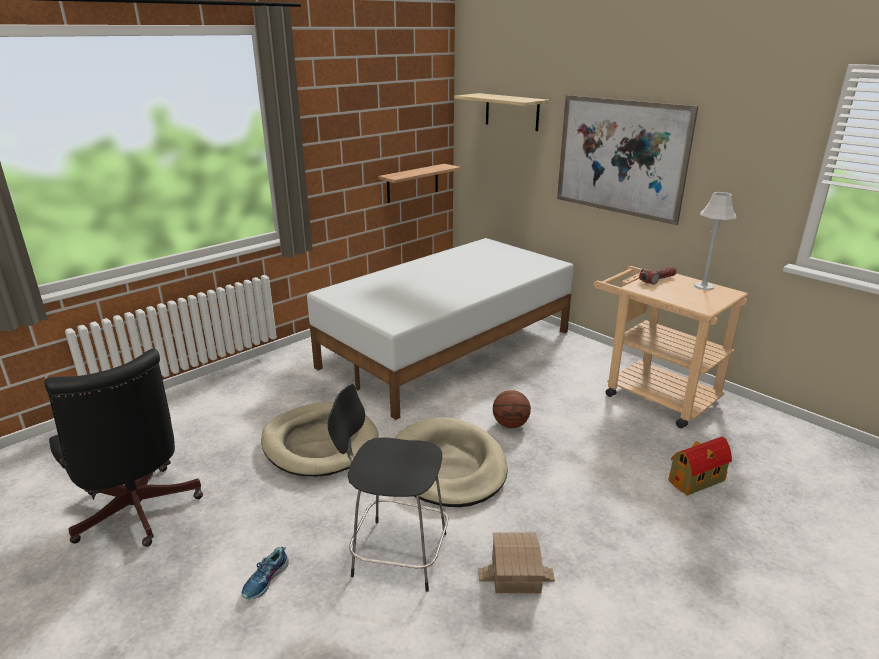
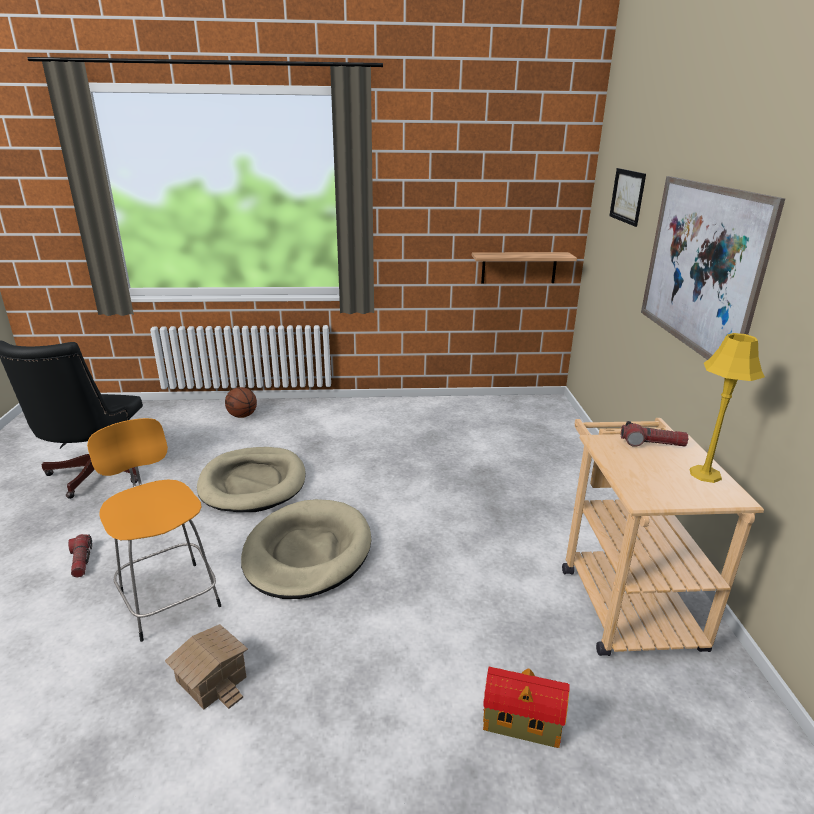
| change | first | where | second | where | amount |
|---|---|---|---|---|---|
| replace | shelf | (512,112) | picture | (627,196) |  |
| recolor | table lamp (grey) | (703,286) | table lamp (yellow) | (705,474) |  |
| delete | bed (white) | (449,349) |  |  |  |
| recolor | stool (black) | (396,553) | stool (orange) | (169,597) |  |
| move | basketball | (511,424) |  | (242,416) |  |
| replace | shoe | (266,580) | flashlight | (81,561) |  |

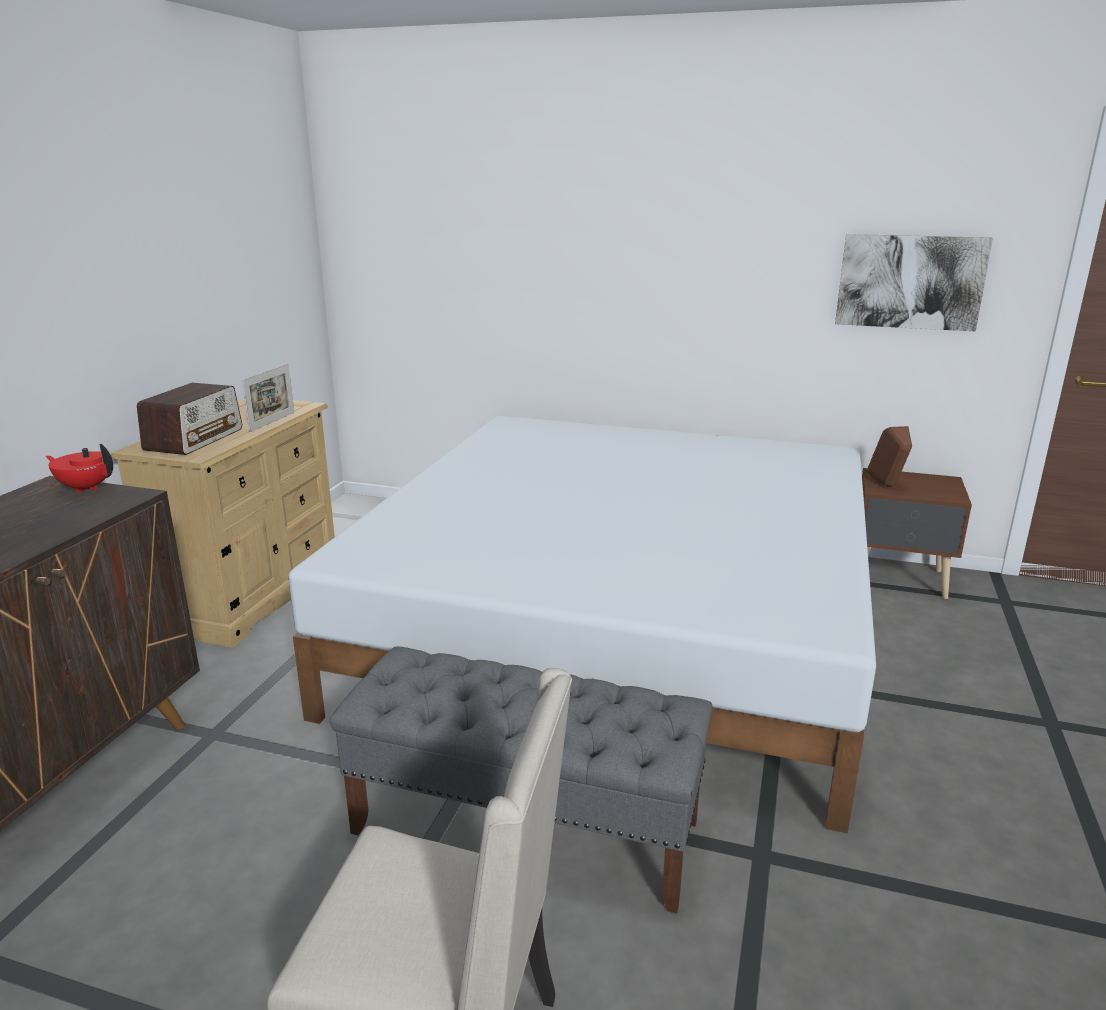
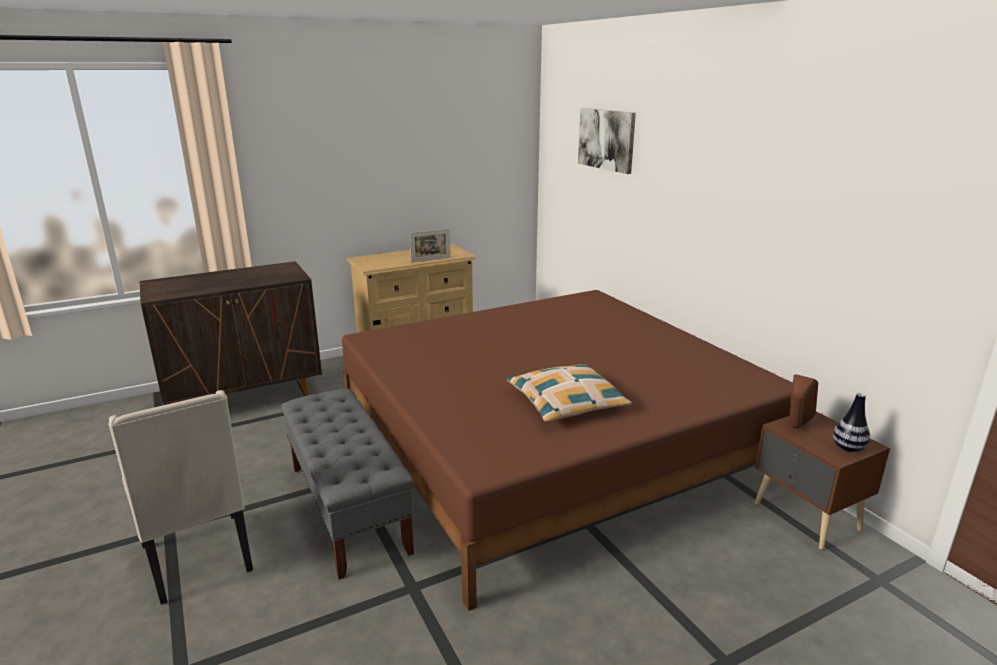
| change | first | where | second | where | amount |
|---|---|---|---|---|---|
| move | picture | (910,282) |  | (606,139) |  |
| delete | radio | (195,439) |  |  |  |
| recolor | bed (white) | (620,625) | bed (brown) | (550,448) |  |
| delete | teapot (red) | (86,488) |  |  |  |
| insert |  |  | pillow | (566,402) |  |
| insert |  |  | vase | (848,448) |  |

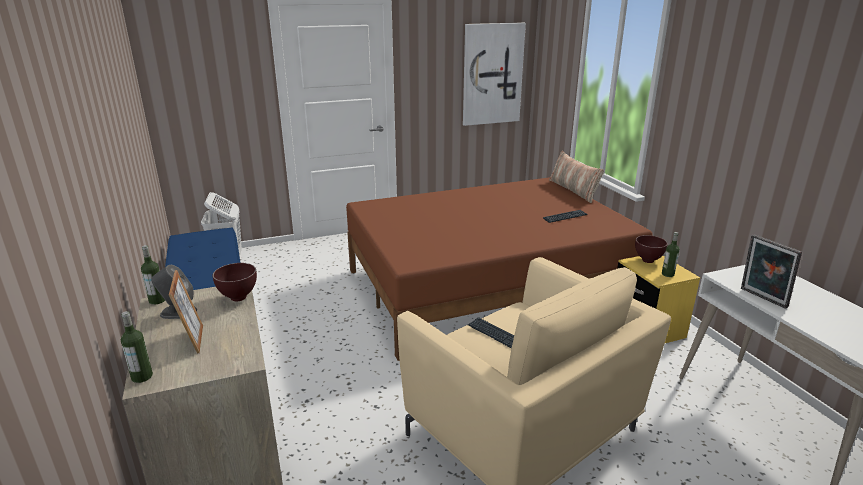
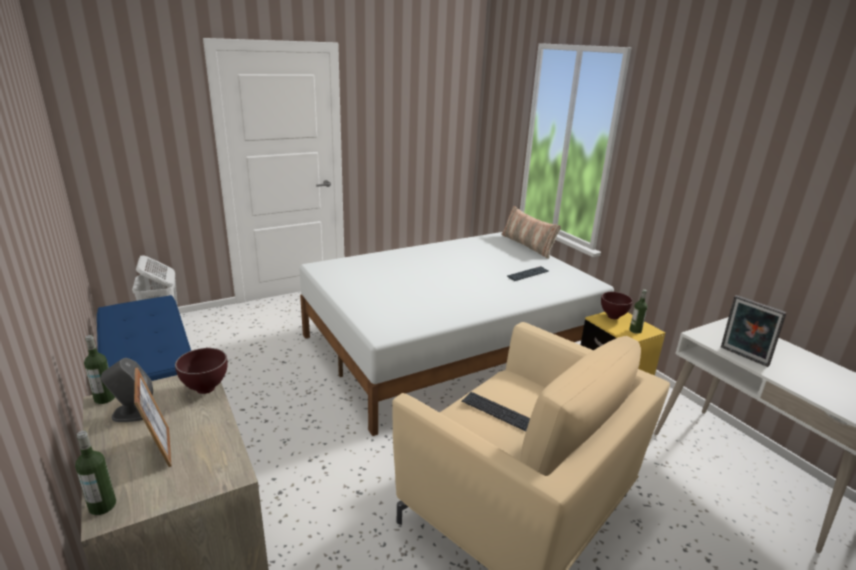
| change | first | where | second | where | amount |
|---|---|---|---|---|---|
| delete | picture | (492,74) |  |  |  |
| recolor | bed (brown) | (487,287) | bed (white) | (450,347) |  |

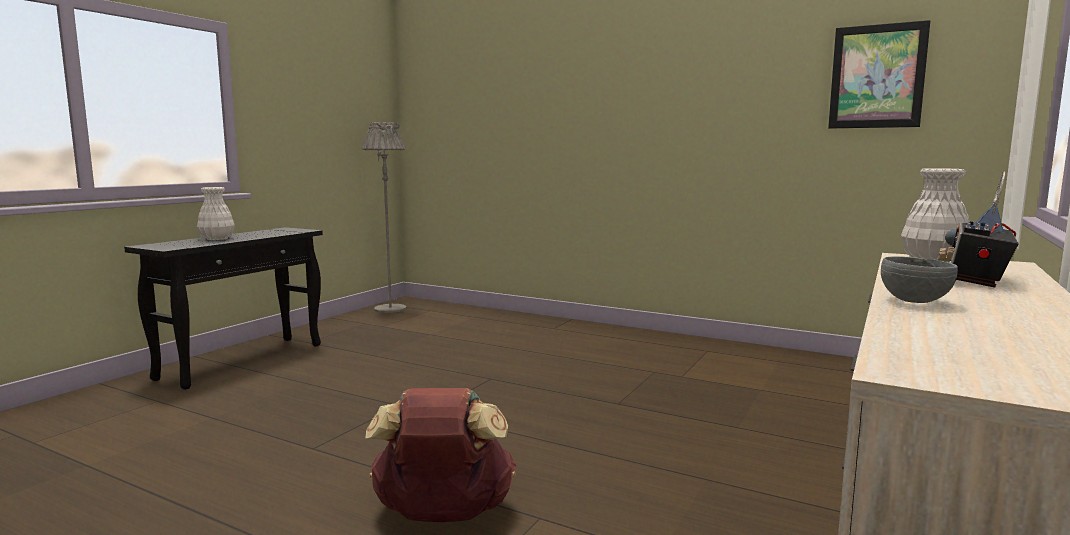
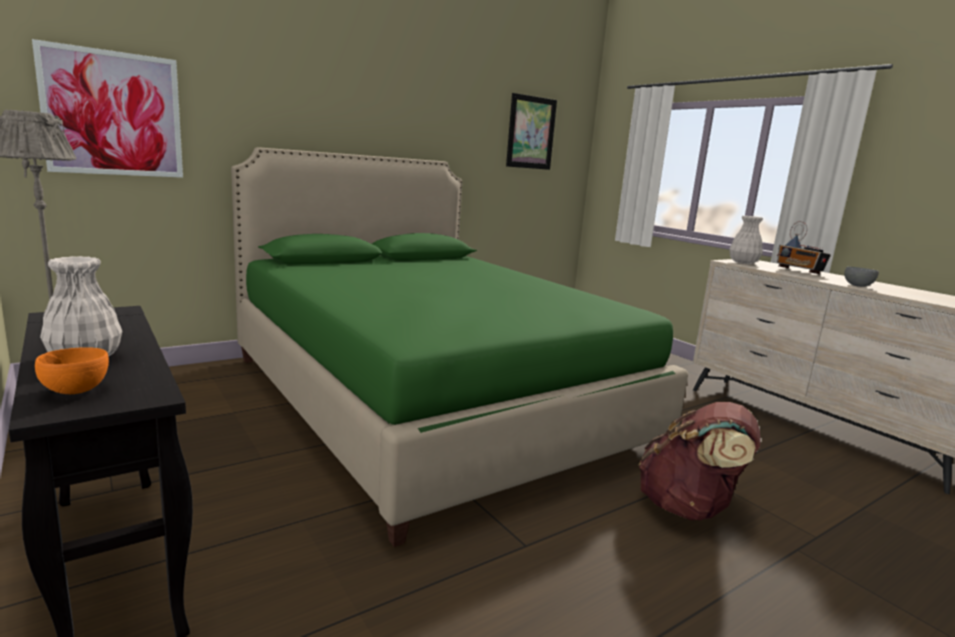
| change | first | where | second | where | amount |
|---|---|---|---|---|---|
| insert |  |  | picture | (113,114) |  |
| insert |  |  | bed (green) | (428,400) |  |
| insert |  |  | bowl (orange) | (75,391) |  |

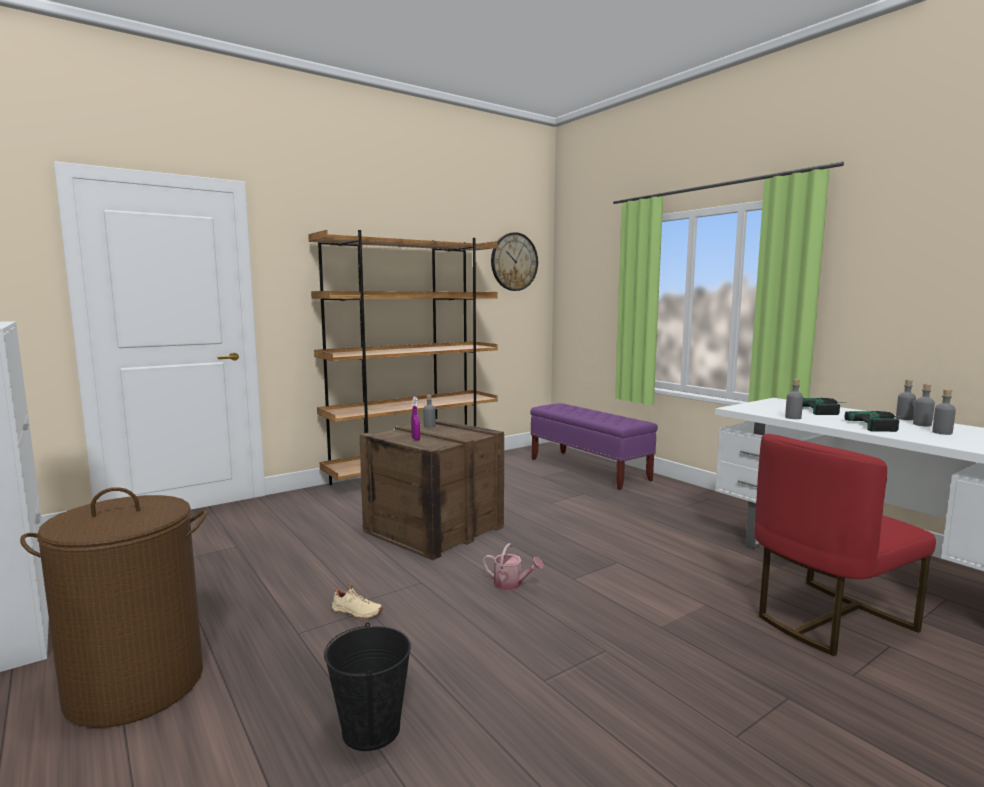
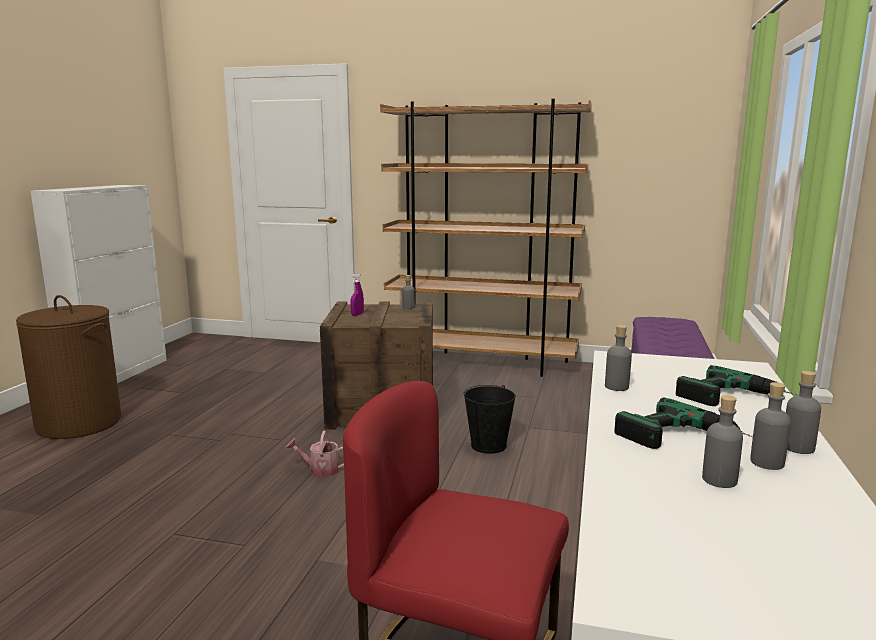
| change | first | where | second | where | amount |
|---|---|---|---|---|---|
| delete | wall clock | (514,262) |  |  |  |
| rotate | watering can | (511,584) |  | (320,470) | 105 degrees clockwise |
| delete | shoe (beige) | (356,613) |  |  |  |
| move | bucket (black) | (371,729) |  | (489,445) |  |

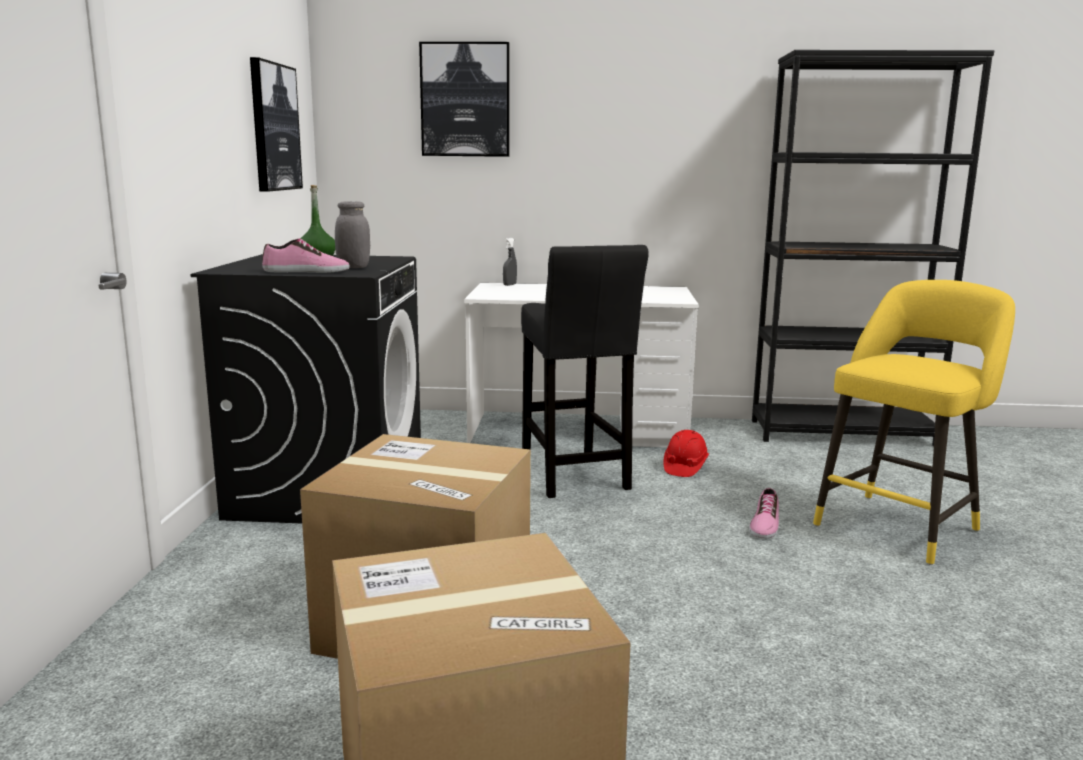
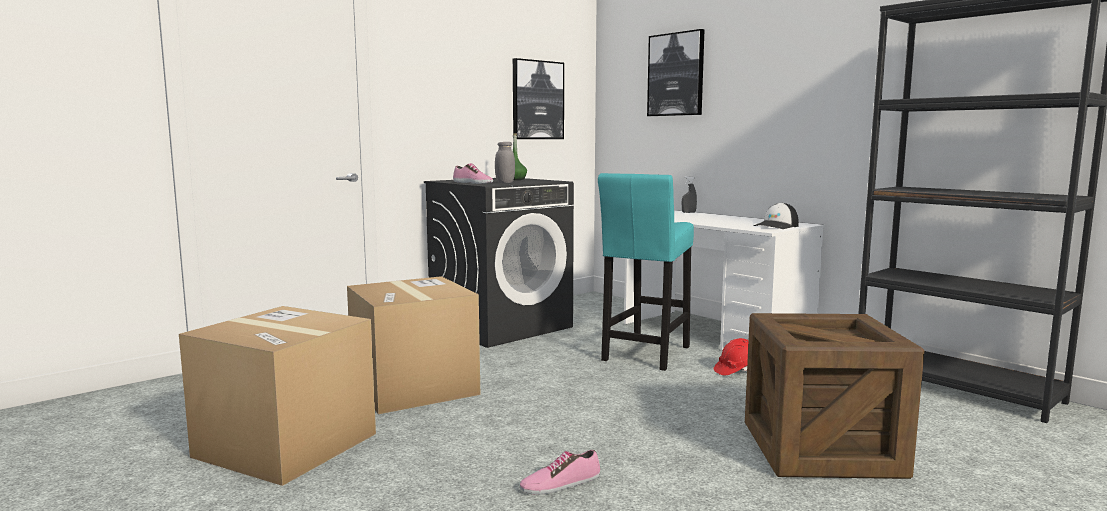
| change | first | where | second | where | amount |
|---|---|---|---|---|---|
| recolor | stool (black) | (574,477) | stool (turquoise) | (645,355) |  |
| replace | stool (yellow) | (900,525) | crate | (821,449) |  |
| move | shoe | (764,524) |  | (560,483) |  |
| insert |  |  | cap | (776,226) |  |

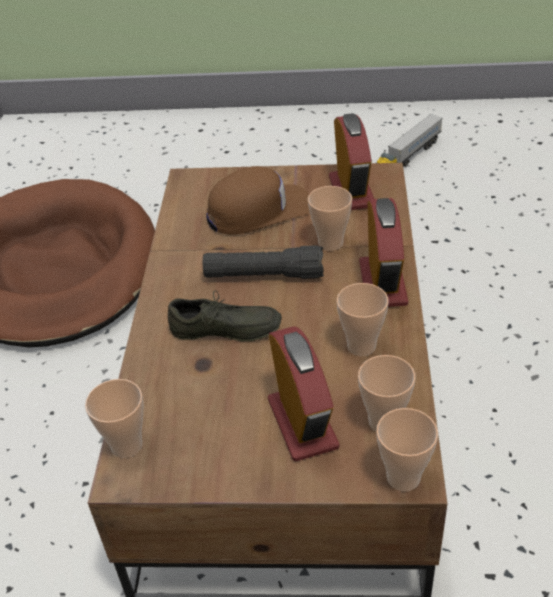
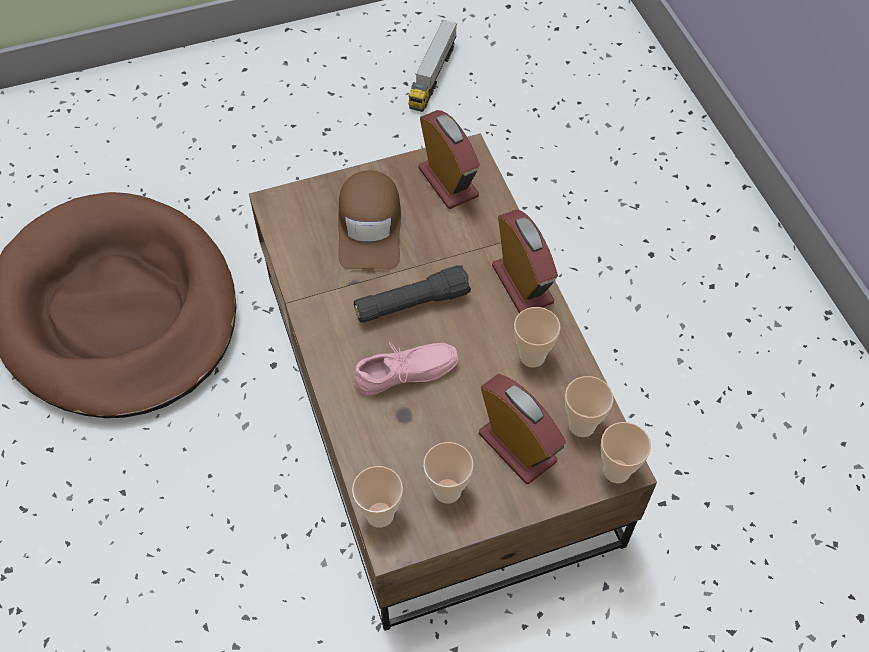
| change | first | where | second | where | amount |
|---|---|---|---|---|---|
| rotate | cap (brown) | (259,211) |  | (370,227) | 135 degrees clockwise |
| move | cup | (330,243) |  | (447,491) |  |
| recolor | shoe (grey) | (225,332) | shoe (pink) | (407,376) |  |

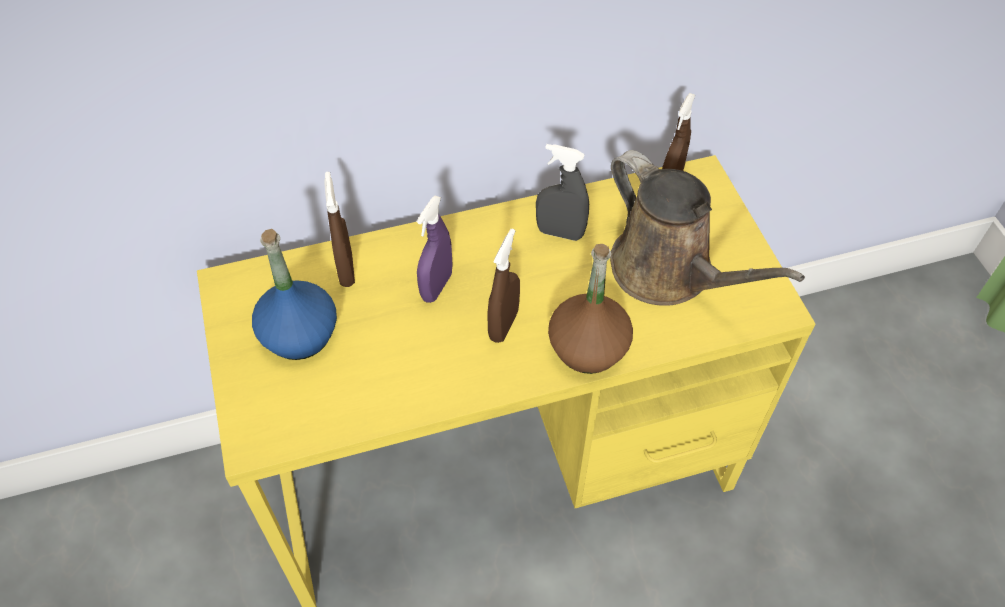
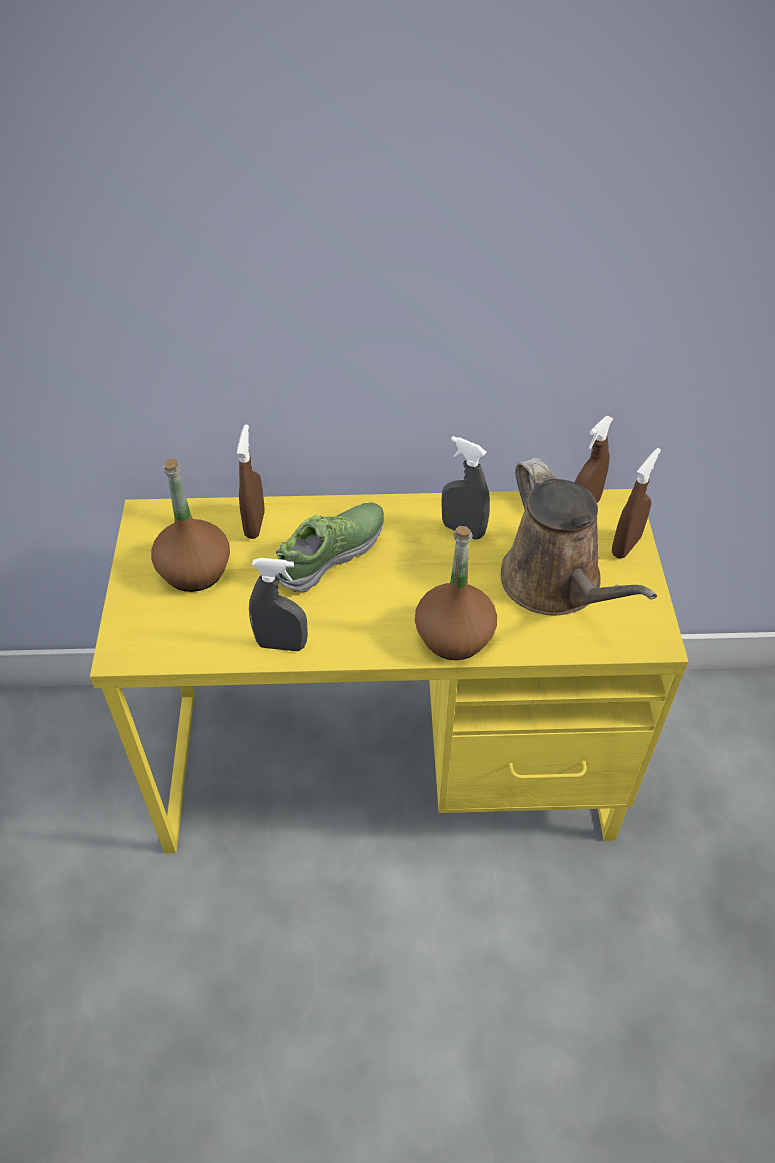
| change | first | where | second | where | amount |
|---|---|---|---|---|---|
| replace | spray bottle (purple) | (436,286) | shoe | (331,554) |  |
| recolor | bottle (blue) | (299,335) | bottle (brown) | (194,571) |  |
| move | spray bottle (brown) | (503,325) |  | (626,545) |  |
| insert |  |  | spray bottle (grey) | (281,644) |  |

